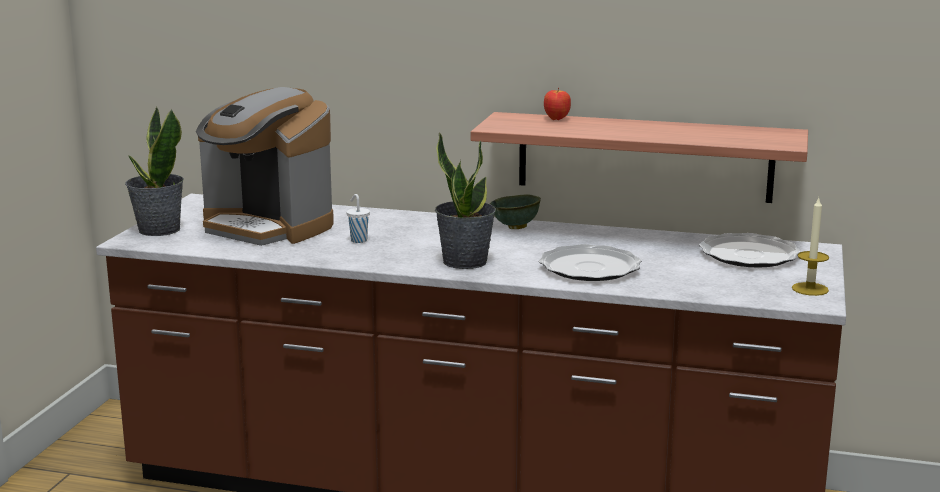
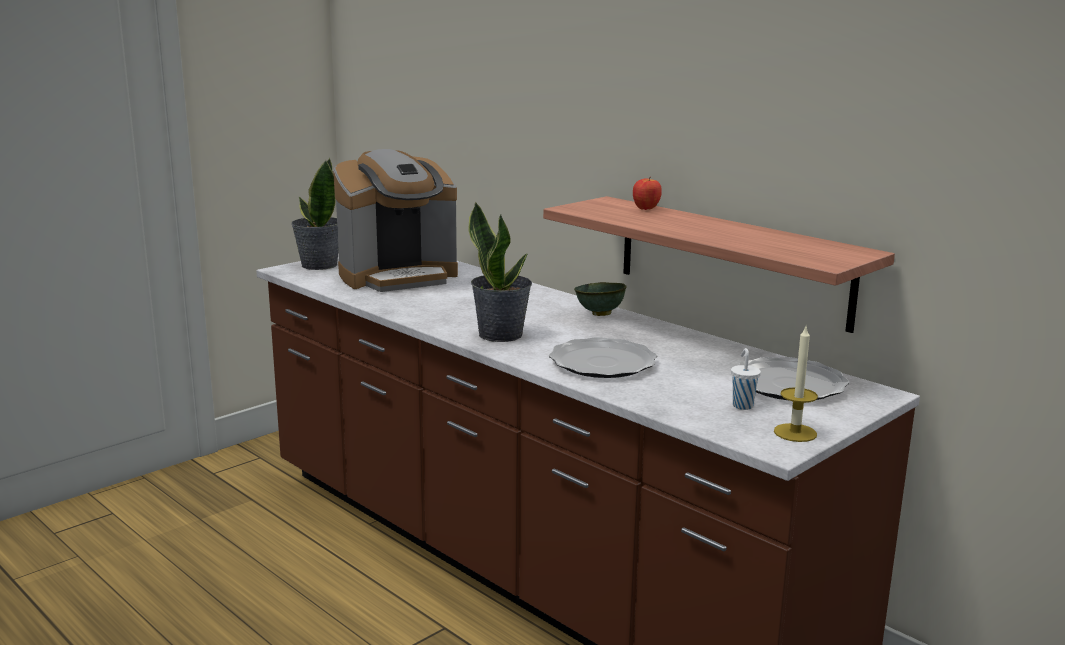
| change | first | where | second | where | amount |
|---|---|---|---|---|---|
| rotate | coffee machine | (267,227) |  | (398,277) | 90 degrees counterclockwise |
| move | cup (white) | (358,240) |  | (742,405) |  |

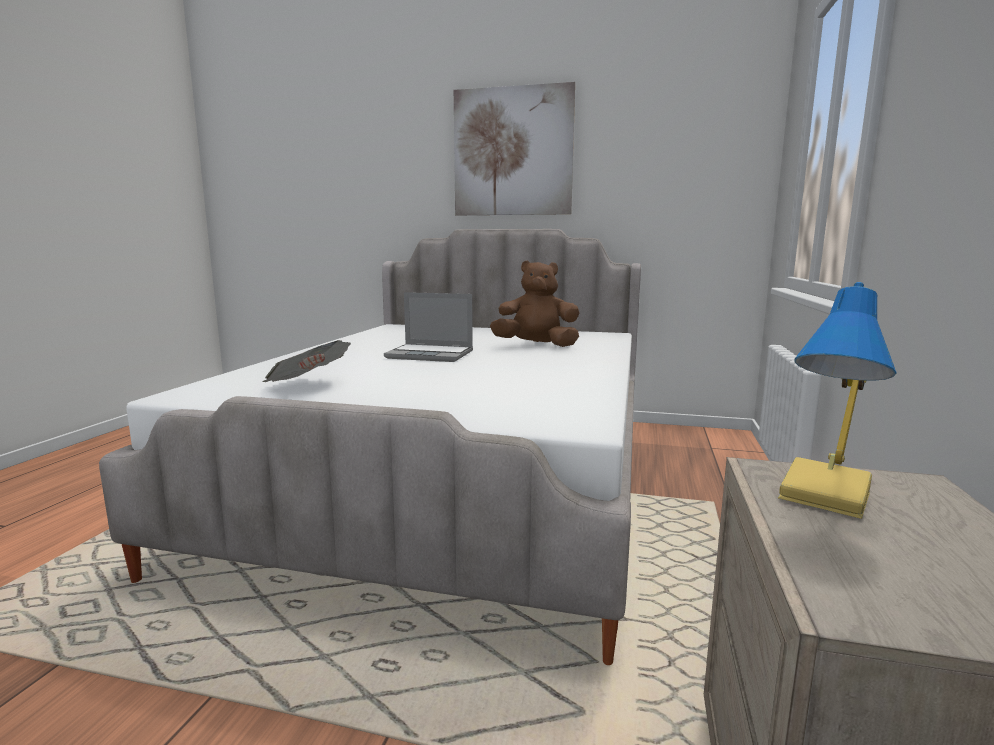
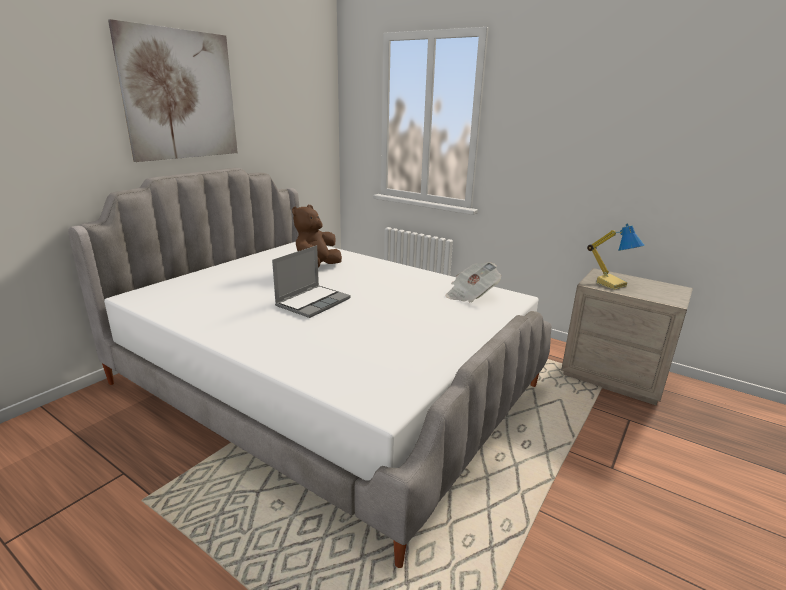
| change | first | where | second | where | amount |
|---|---|---|---|---|---|
| move | newspaper | (308,385) |  | (471,295) |  |

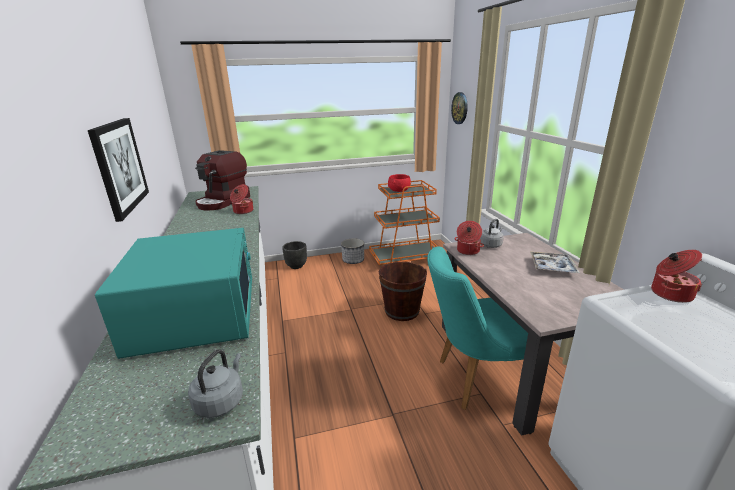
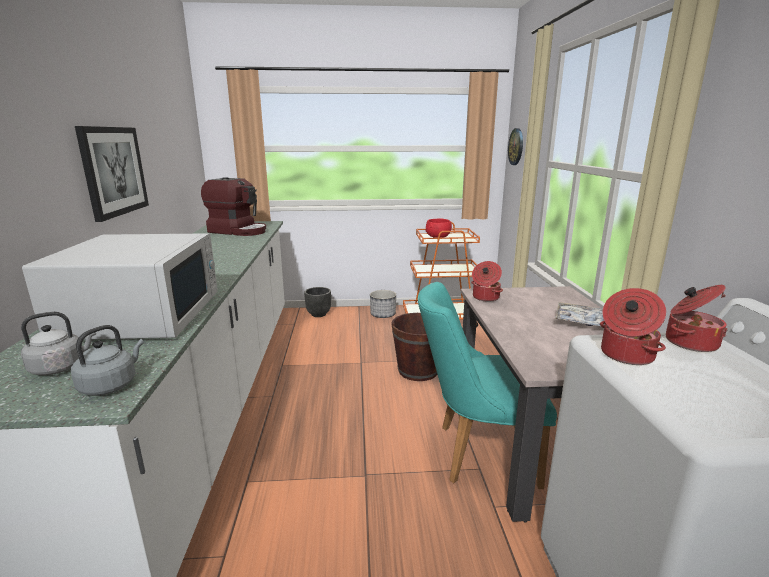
| change | first | where | second | where | amount |
|---|---|---|---|---|---|
| rotate | coffee machine | (223,202) |  | (238,231) | 105 degrees counterclockwise |
| move | cooking pot | (242,211) |  | (625,355) |  |
| move | kettle (grey) | (491,245) |  | (61,367) |  |
| recolor | microwave (turquoise) | (197,313) | microwave (white) | (143,314) |  |

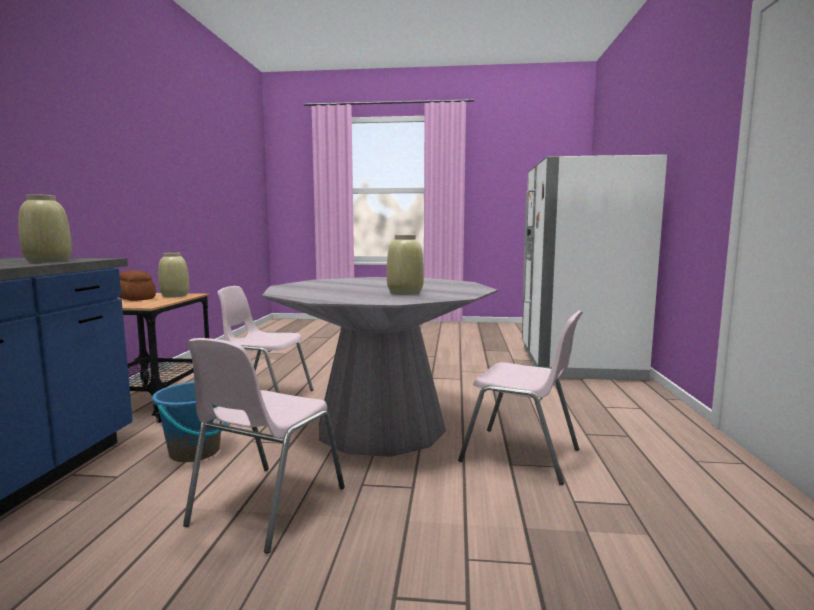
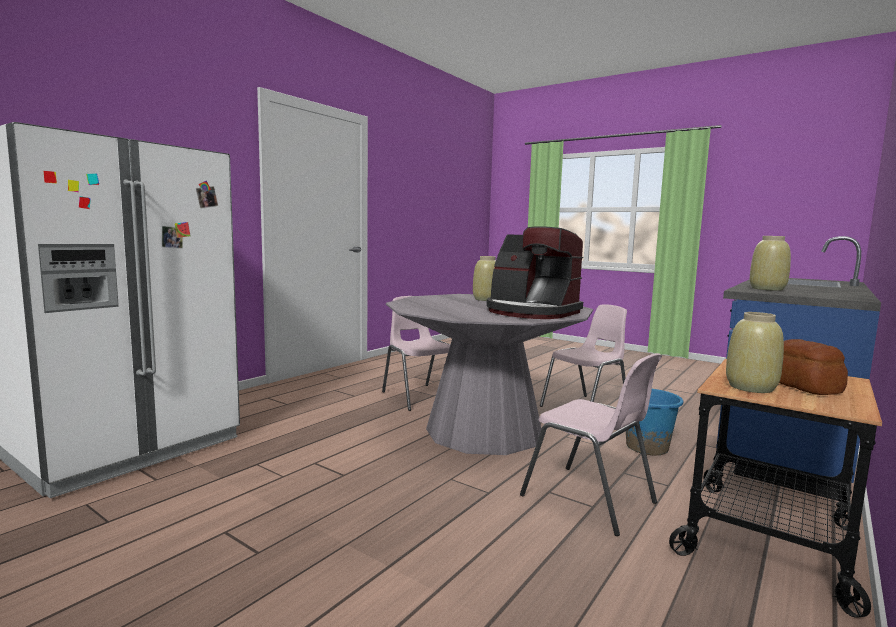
| change | first | where | second | where | amount |
|---|---|---|---|---|---|
| insert |  |  | coffee machine | (531,312) |  |

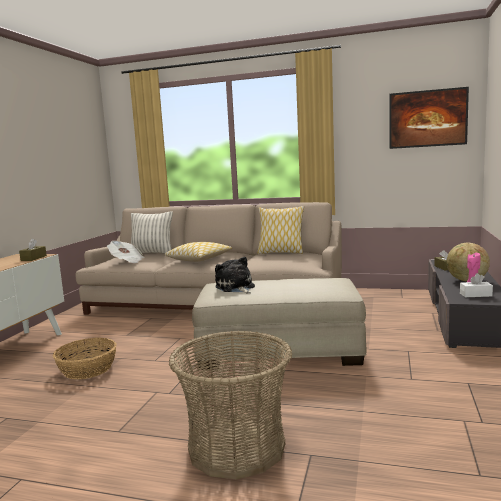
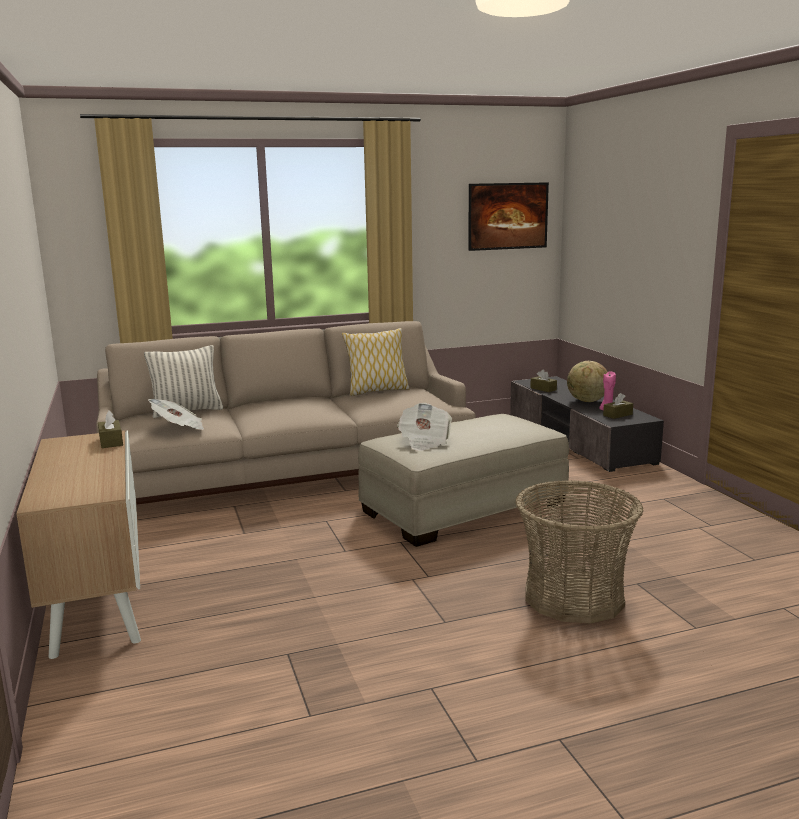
| change | first | where | second | where | amount |
|---|---|---|---|---|---|
| delete | pillow | (199,259) |  |  |  |
| replace | plush toy | (235,288) | newspaper | (424,442) |  |
| recolor | tissue box (white) | (475,295) | tissue box (brown) | (617,415) |  |
| delete | basket | (87,369) |  |  |  |

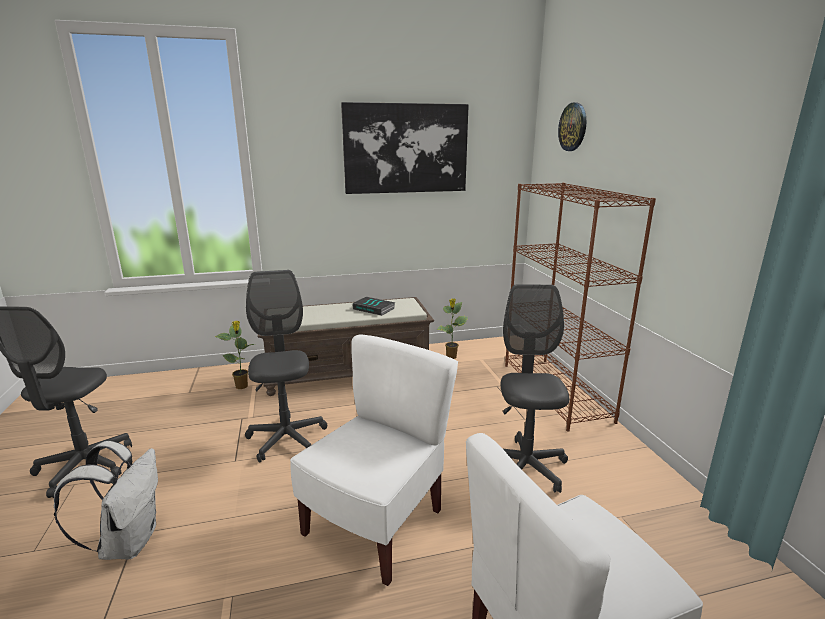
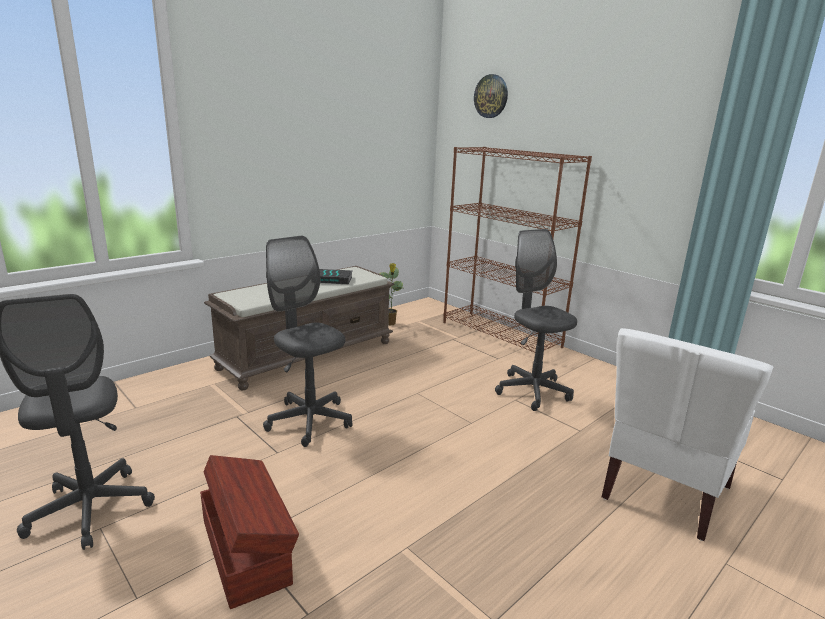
| change | first | where | second | where | amount |
|---|---|---|---|---|---|
| delete | picture | (406,148) |  |  |  |
| delete | potted plant | (242,386) |  |  |  |
| delete | chair (white) | (376,524) |  |  |  |
| replace | backpack (white) | (128,541) | storage box (brown) | (247,549) |  |

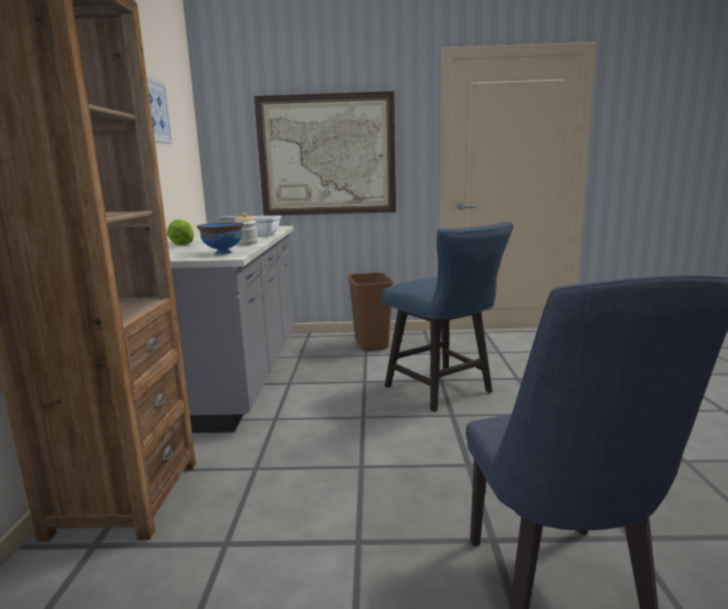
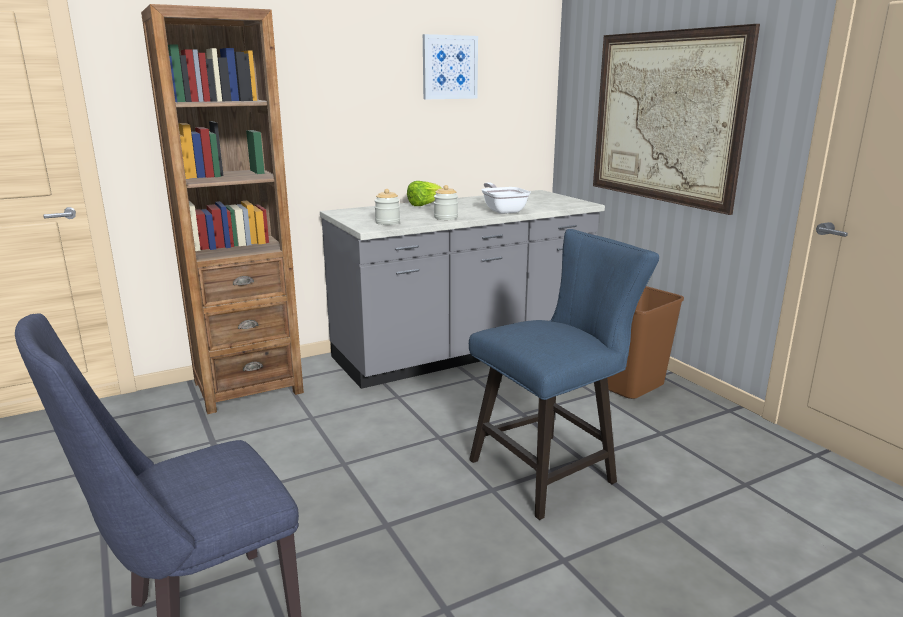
| change | first | where | second | where | amount |
|---|---|---|---|---|---|
| rotate | chair (blue) | (444,391) |  | (551,469) | 150 degrees counterclockwise |
| replace | bowl (blue) | (223,252) | jar | (387,222) |  |

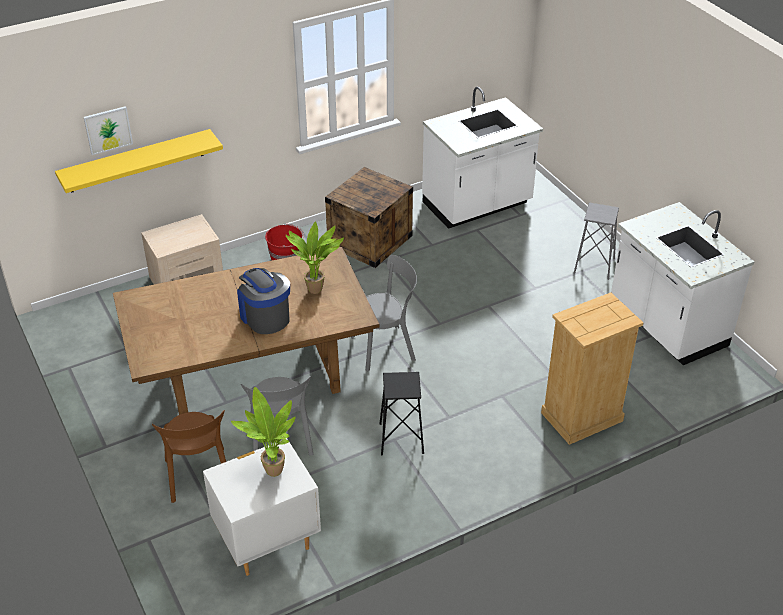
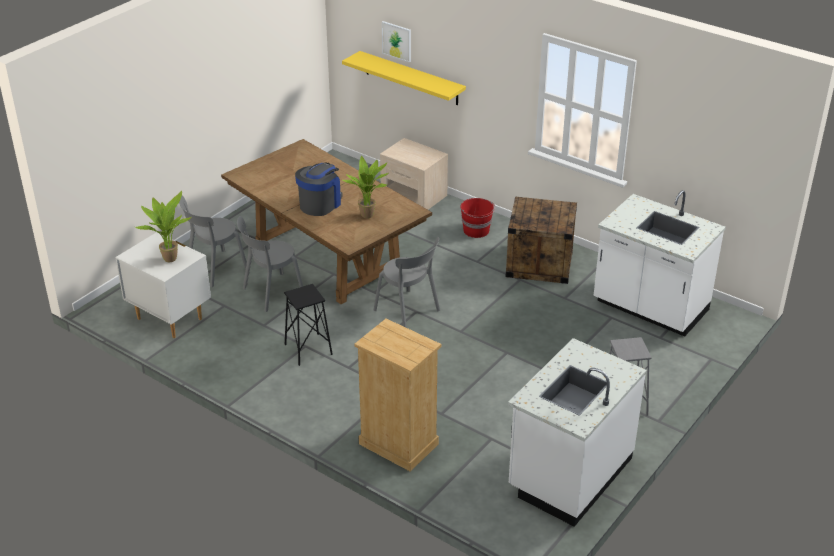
| change | first | where | second | where | amount |
|---|---|---|---|---|---|
| recolor | chair (brown) | (198,477) | chair (grey) | (215,269) |  |

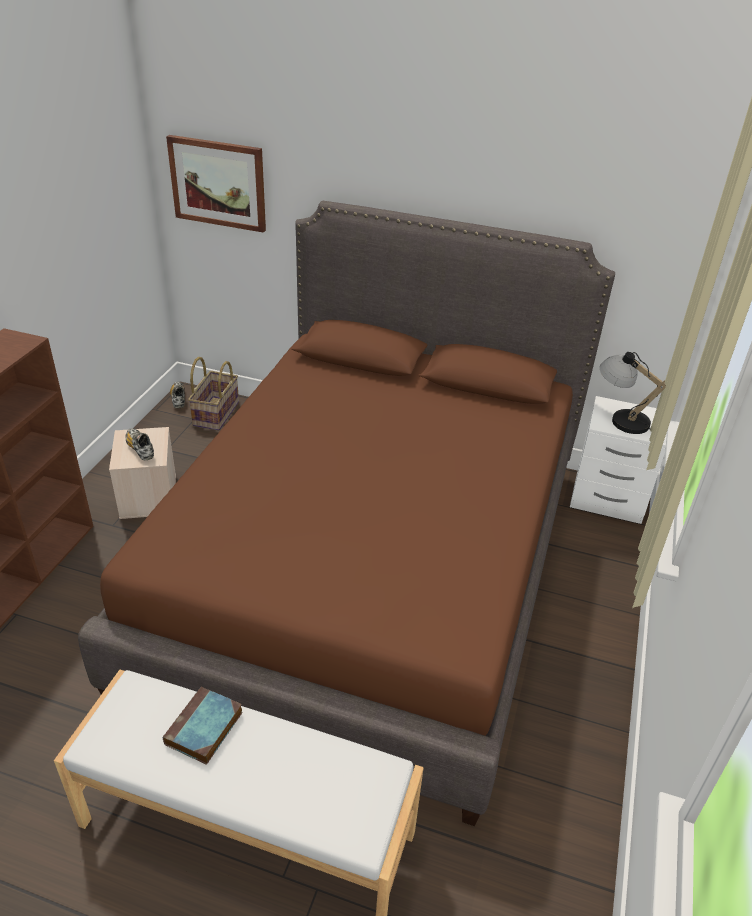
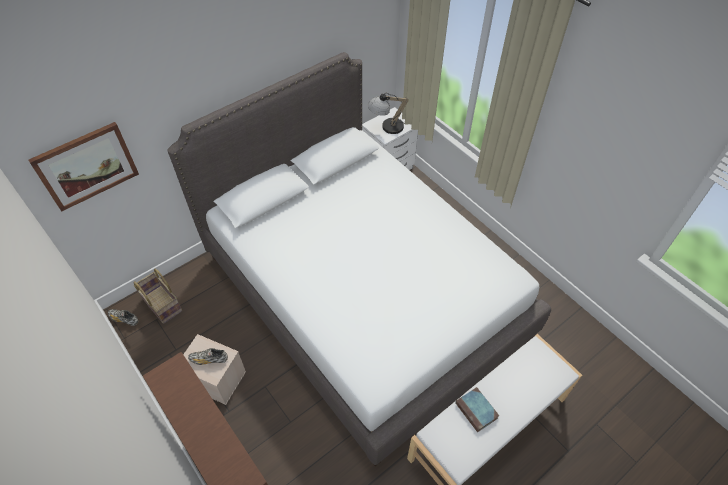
| change | first | where | second | where | amount |
|---|---|---|---|---|---|
| recolor | bed (brown) | (371,569) | bed (white) | (364,294) |  |

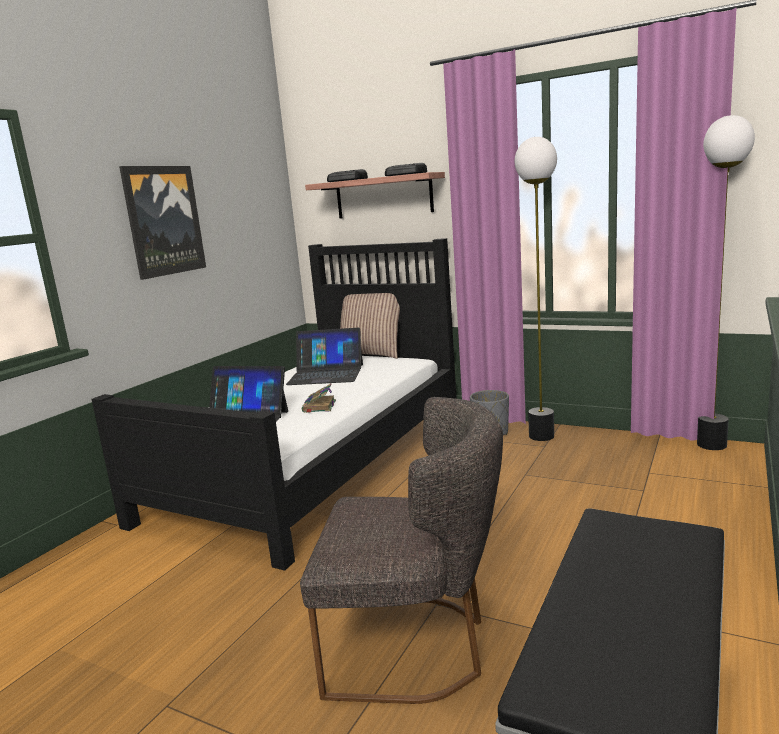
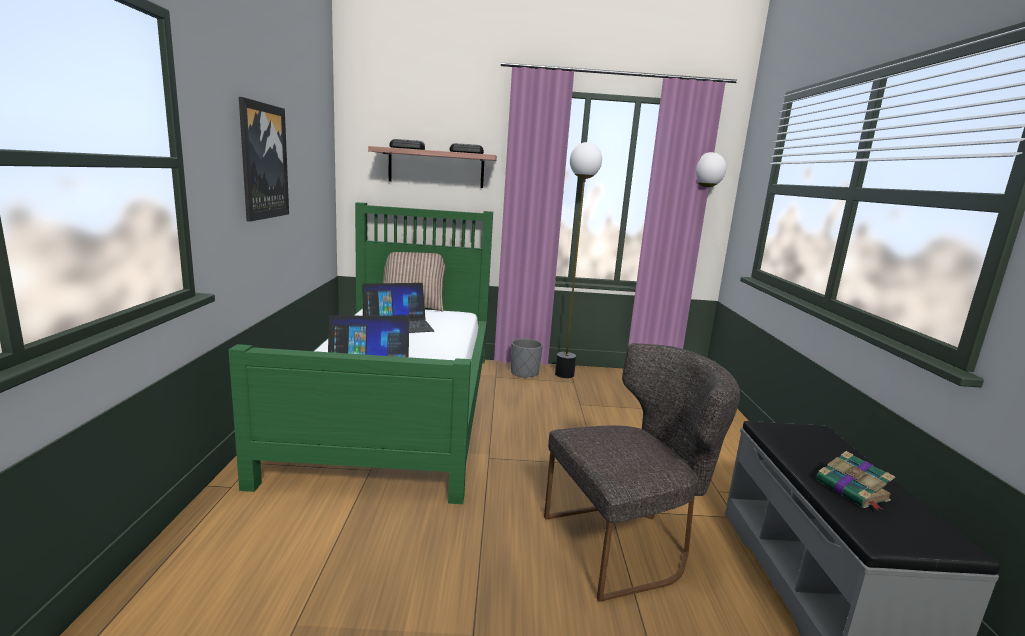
| change | first | where | second | where | amount |
|---|---|---|---|---|---|
| recolor | bed (black) | (316,462) | bed (green) | (397,406) |  |
| move | book | (319,406) |  | (853,491) |  |

